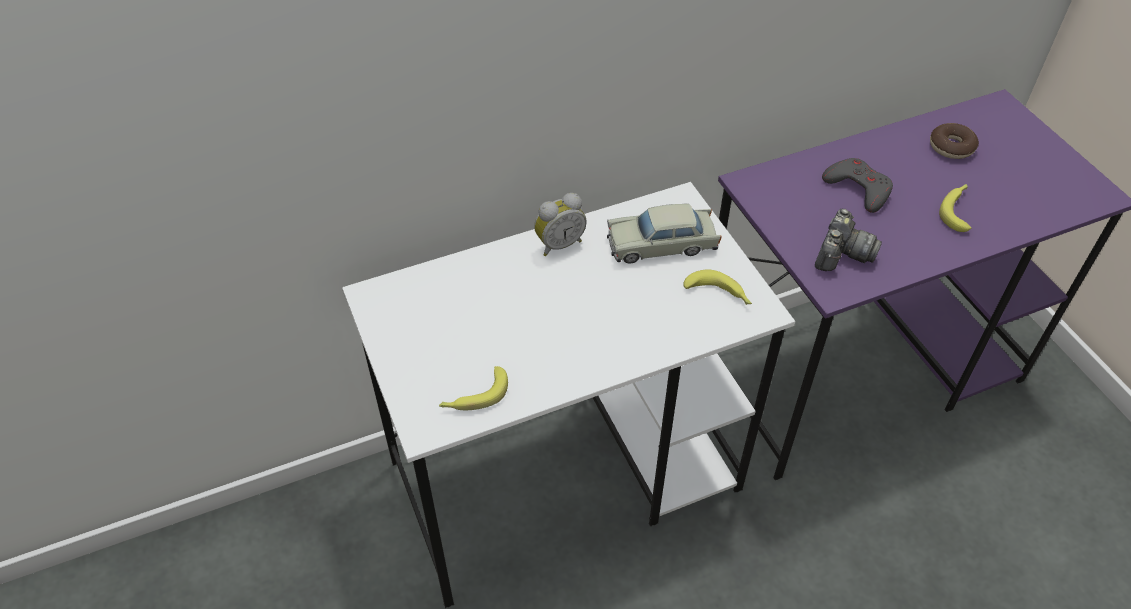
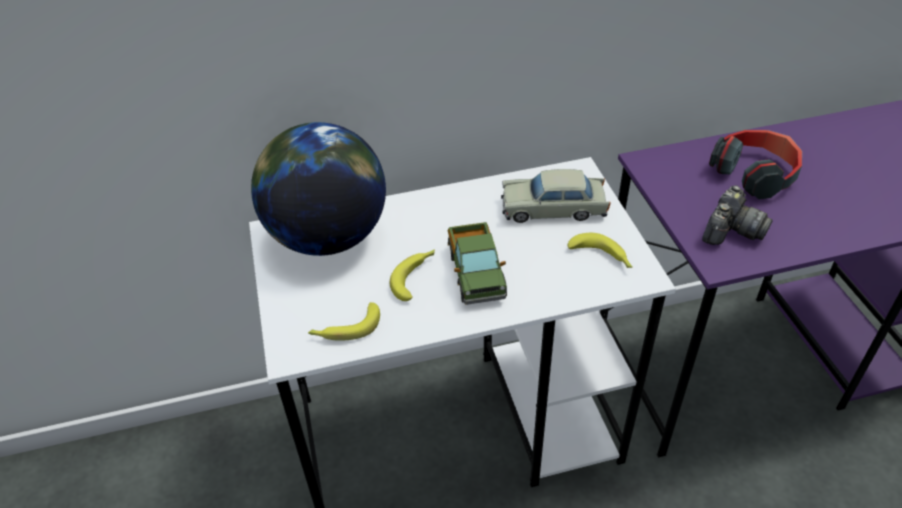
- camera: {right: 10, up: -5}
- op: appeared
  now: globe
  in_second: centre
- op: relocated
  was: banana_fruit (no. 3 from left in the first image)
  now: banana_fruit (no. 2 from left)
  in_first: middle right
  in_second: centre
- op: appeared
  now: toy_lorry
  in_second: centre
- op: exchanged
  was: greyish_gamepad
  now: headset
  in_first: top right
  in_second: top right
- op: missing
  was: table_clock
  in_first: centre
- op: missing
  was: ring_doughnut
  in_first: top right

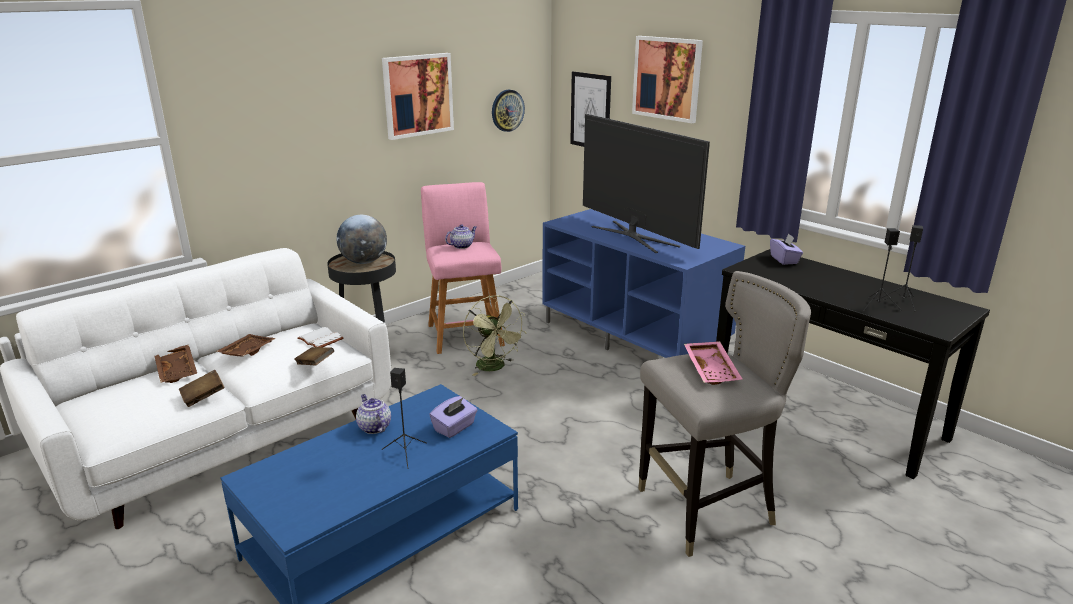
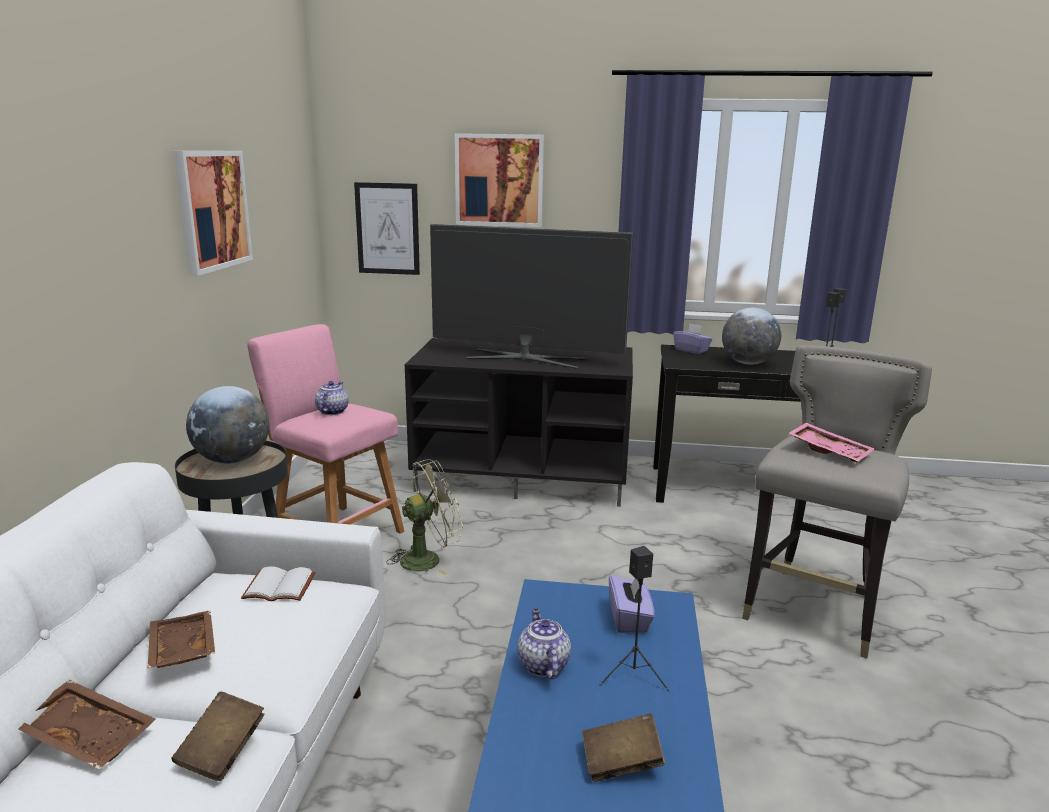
- camera: {right: -40, up: -5}
- op: spun
  was: green_cooling_fan
  in_first: centre
  in_second: centre
  clockwise: -45
- op: colour
  was: blue-coloured_media_console
  now: black-coloured_media_console
  in_first: centre
  in_second: centre
- op: spun
  was: tea_pot (no. 1 from left in the first image)
  in_first: bottom centre
  in_second: bottom centre
  clockwise: 60
- op: relocated
  was: brown-coloured_bound_book (no. 2 from left)
  in_first: middle left
  in_second: bottom centre
- op: appeared
  now: globe (no. 2 from left)
  in_second: middle right
- op: missing
  was: hanging_clock
  in_first: top centre

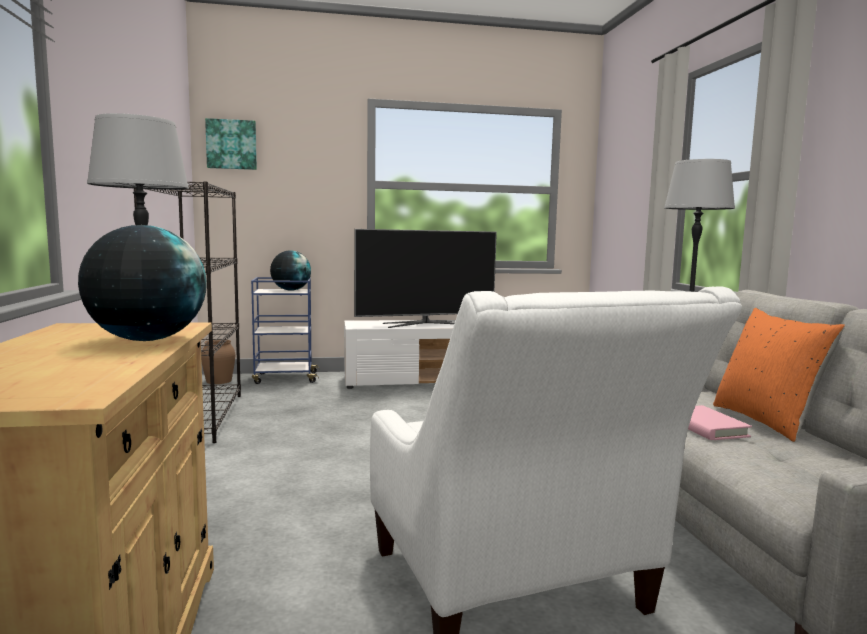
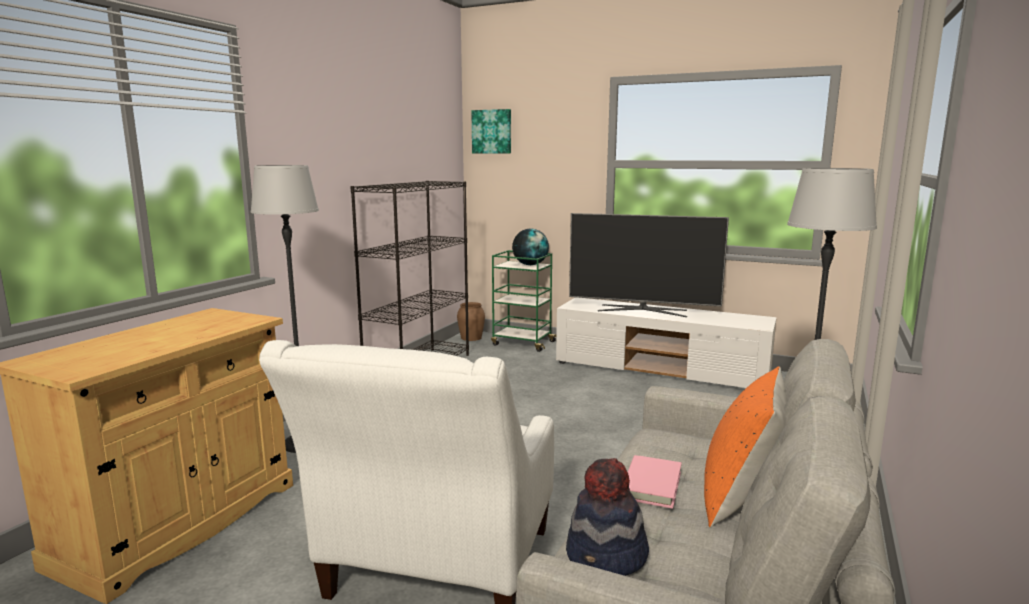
- camera: {right: 35, up: 5}
- op: colour
  was: blue-coloured_trolley
  now: green_trolley
  in_first: middle left
  in_second: centre
- op: appeared
  now: wearable_hat
  in_second: bottom centre
- op: missing
  was: globe (no. 1 from left)
  in_first: middle left

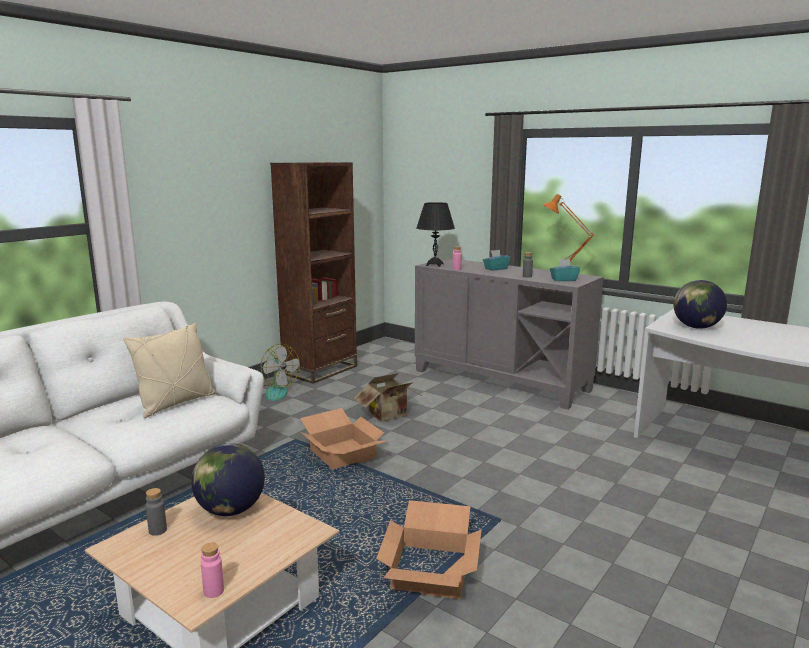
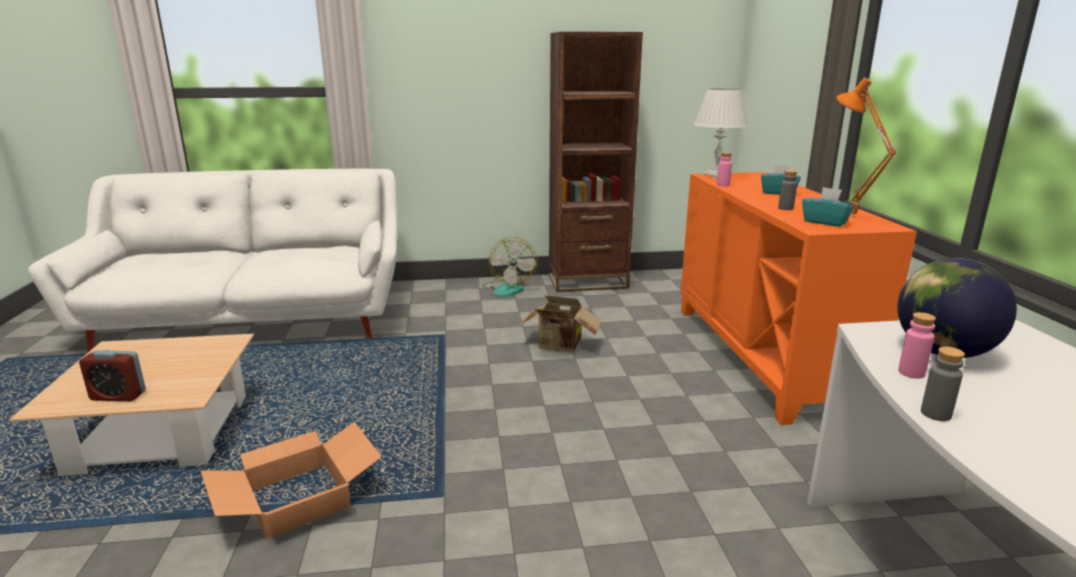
- camera: {right: 45, up: 5}
- op: appeared
  now: table_clock
  in_second: middle left
- op: colour
  was: greyish_storage_cabinet
  now: orange_storage_cabinet
  in_first: centre
  in_second: middle right
- op: colour
  was: black-coloured_lamp_for_a_table
  now: white_lamp_for_a_table
  in_first: centre
  in_second: top right
- op: relocated
  was: pink_beverage_bottle (no. 1 from left in the first image)
  now: pink_beverage_bottle (no. 2 from left)
  in_first: bottom left
  in_second: middle right
- op: relocated
  was: greyish_beverage_bottle (no. 1 from left in the first image)
  now: greyish_beverage_bottle (no. 2 from left)
  in_first: bottom left
  in_second: middle right
- op: missing
  was: beige_cushion
  in_first: middle left
- op: missing
  was: globe (no. 1 from left)
  in_first: bottom left
- op: missing
  was: packing_box (no. 1 from left)
  in_first: bottom centre

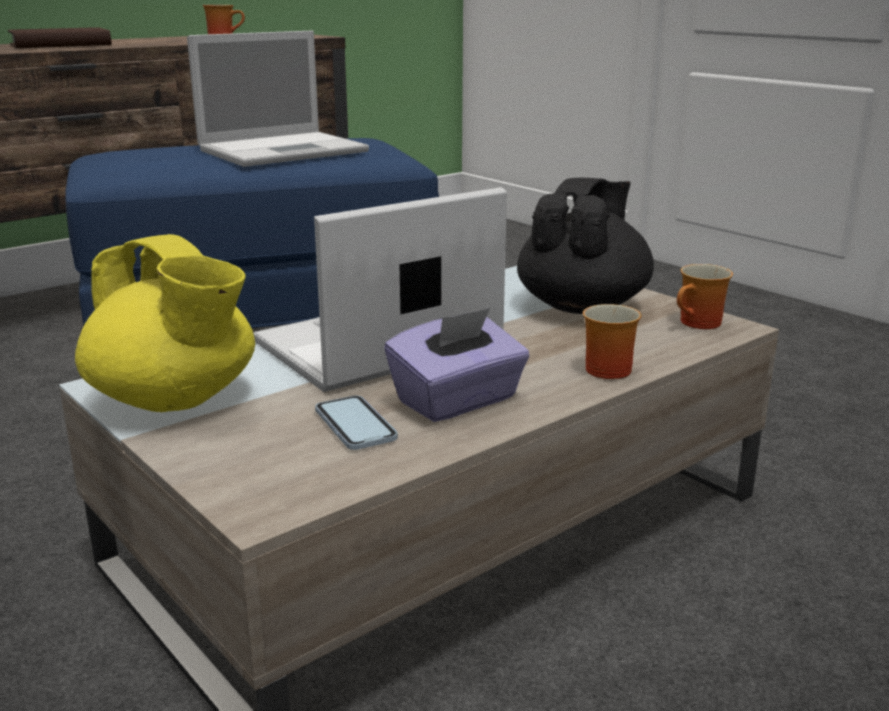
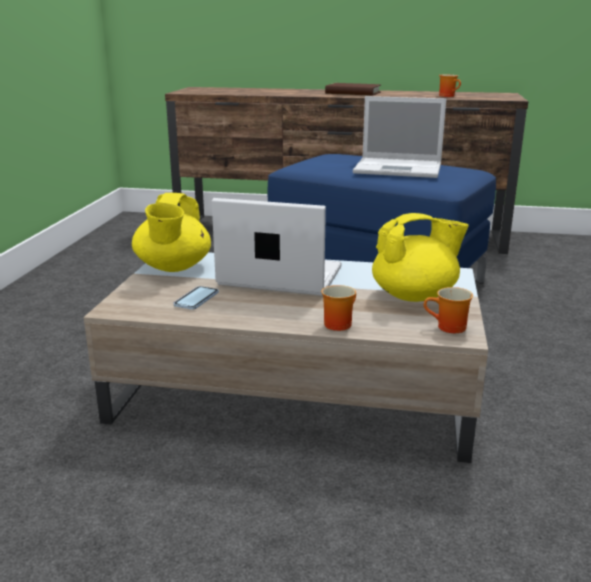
- camera: {right: 50, up: 0}
- op: colour
  was: black-coloured_tea_pot
  now: yellow-coloured_tea_pot (no. 2 from left)
  in_first: centre
  in_second: middle right
- op: missing
  was: purplish_tissue_box
  in_first: centre

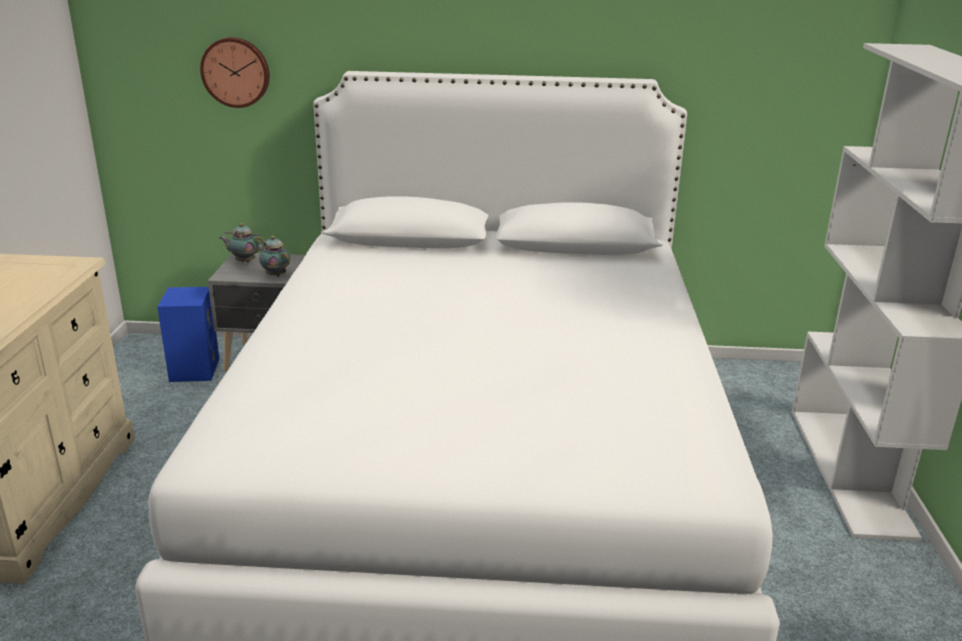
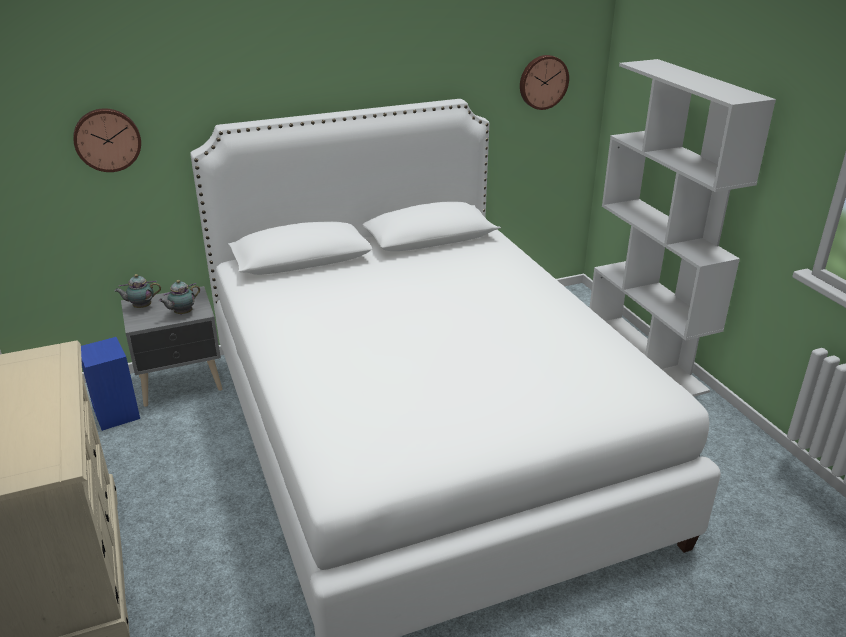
- camera: {right: -25, up: 5}
- op: spun
  was: tea_pot (no. 2 from left)
  in_first: middle left
  in_second: middle left
  clockwise: -60
- op: appeared
  now: hanging_clock (no. 2 from left)
  in_second: top centre

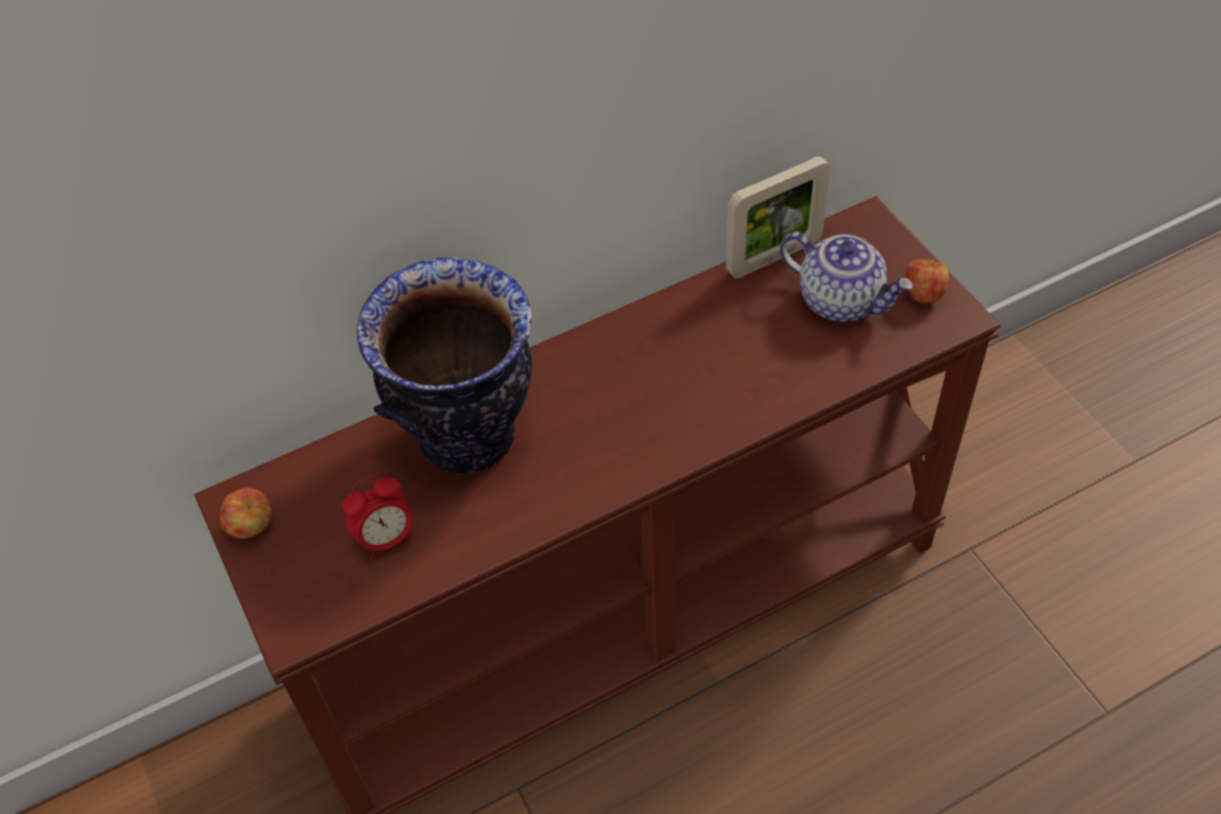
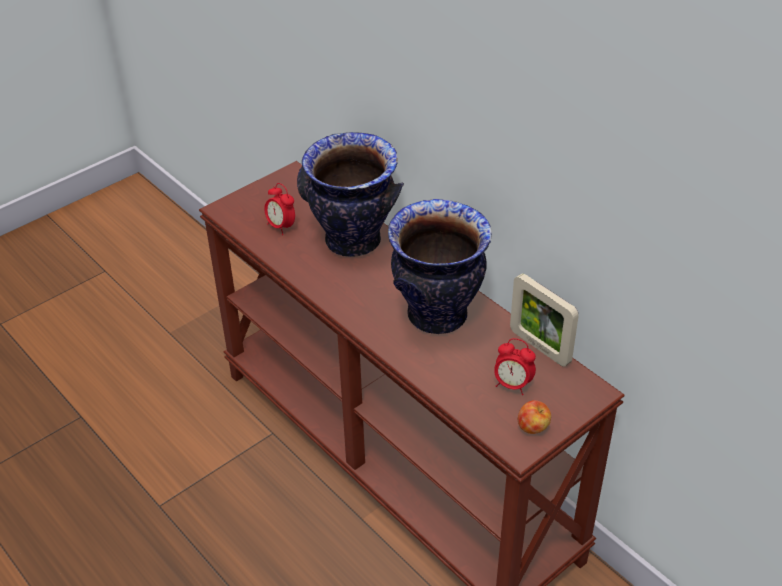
- camera: {right: 75, up: -10}
- op: appeared
  now: flower_vase (no. 2 from left)
  in_second: centre
- op: exchanged
  was: tea_pot
  now: table_clock (no. 2 from left)
  in_first: middle right
  in_second: centre
- op: missing
  was: apple (no. 1 from left)
  in_first: middle left

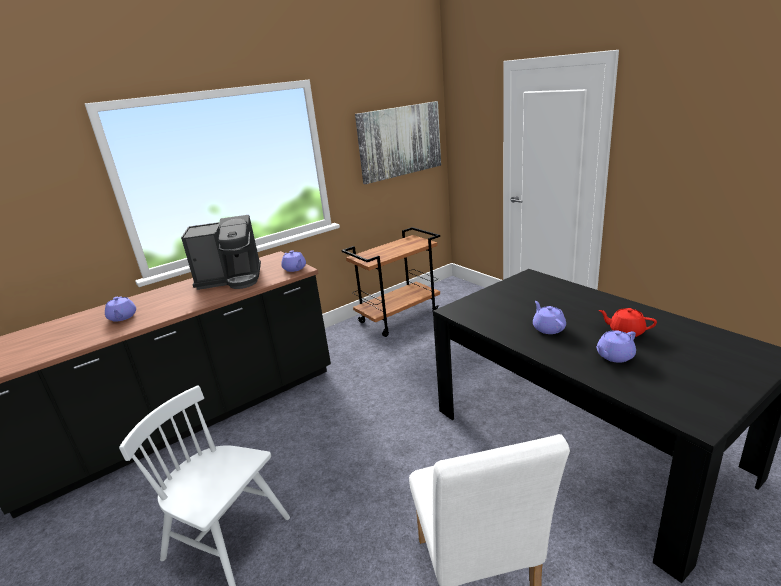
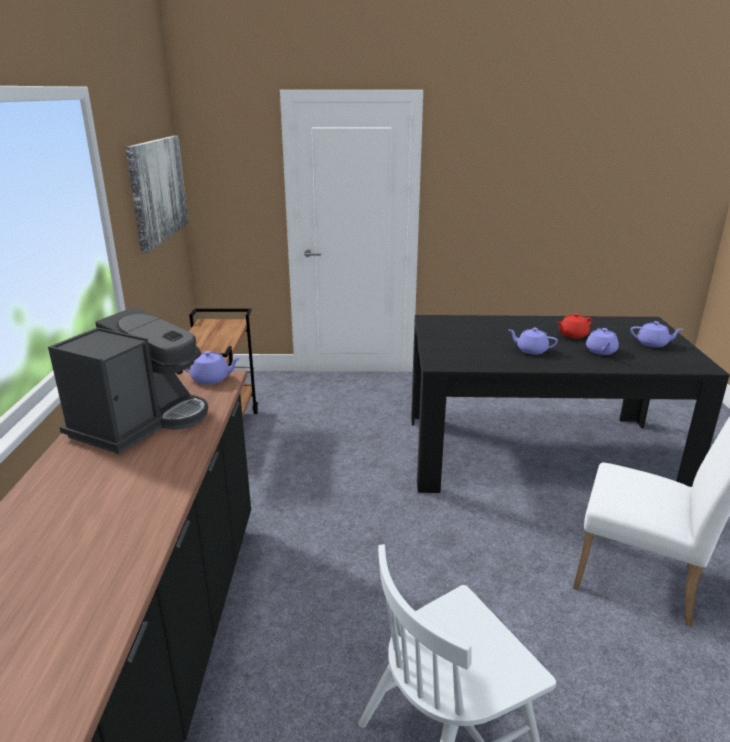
- camera: {right: -55, up: 0}
- op: relocated
  was: purplish_tea_pot (no. 1 from left in the first image)
  now: purplish_tea_pot (no. 4 from left)
  in_first: middle left
  in_second: middle right

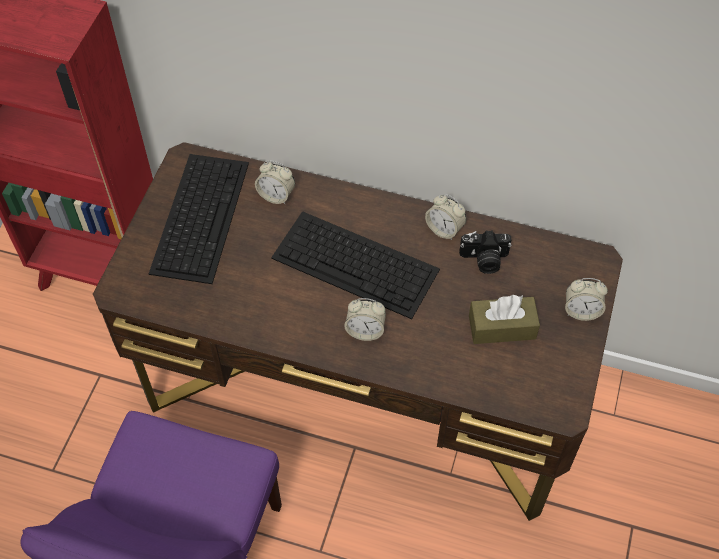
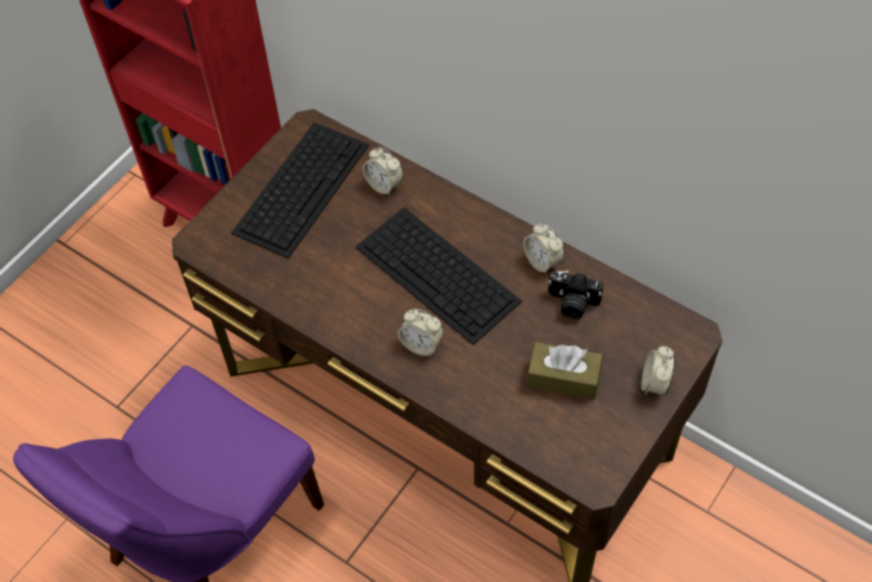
- camera: {right: 20, up: 0}
- op: spun
  was: table_clock (no. 4 from left)
  in_first: middle right
  in_second: middle right
  clockwise: 75

